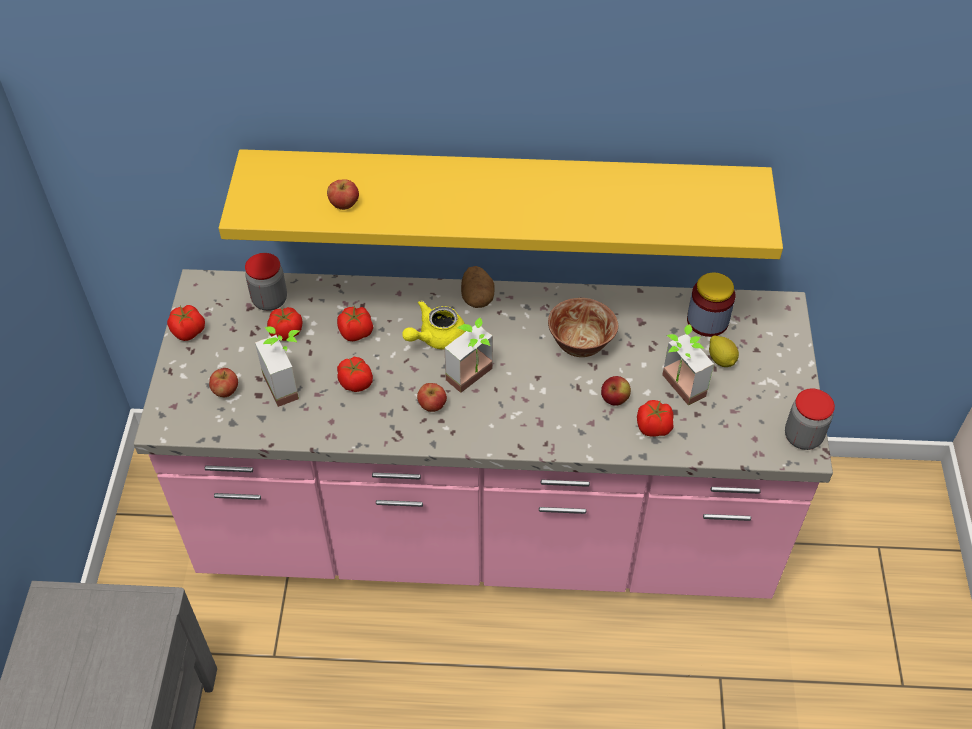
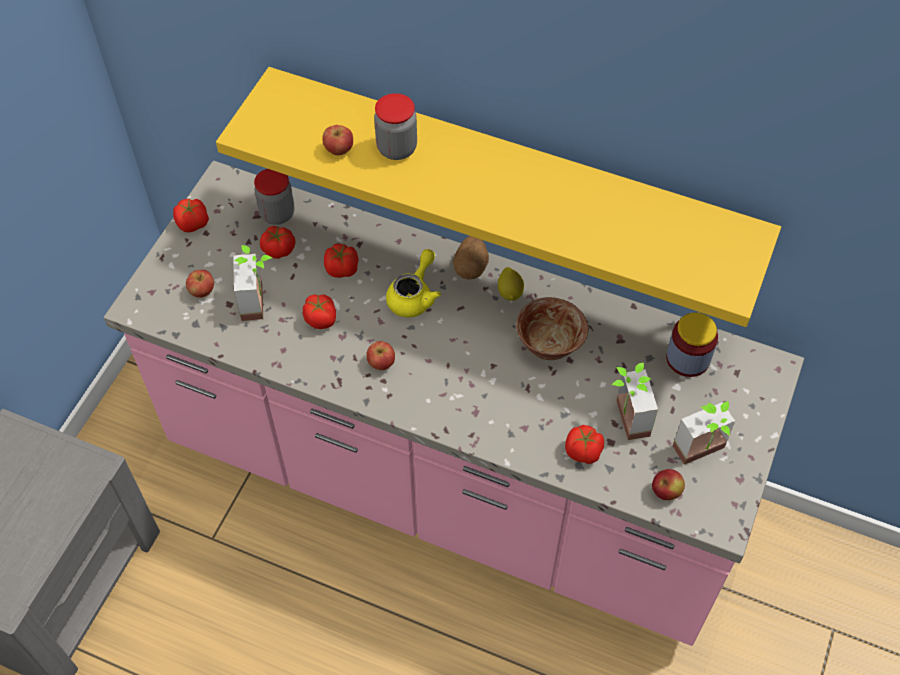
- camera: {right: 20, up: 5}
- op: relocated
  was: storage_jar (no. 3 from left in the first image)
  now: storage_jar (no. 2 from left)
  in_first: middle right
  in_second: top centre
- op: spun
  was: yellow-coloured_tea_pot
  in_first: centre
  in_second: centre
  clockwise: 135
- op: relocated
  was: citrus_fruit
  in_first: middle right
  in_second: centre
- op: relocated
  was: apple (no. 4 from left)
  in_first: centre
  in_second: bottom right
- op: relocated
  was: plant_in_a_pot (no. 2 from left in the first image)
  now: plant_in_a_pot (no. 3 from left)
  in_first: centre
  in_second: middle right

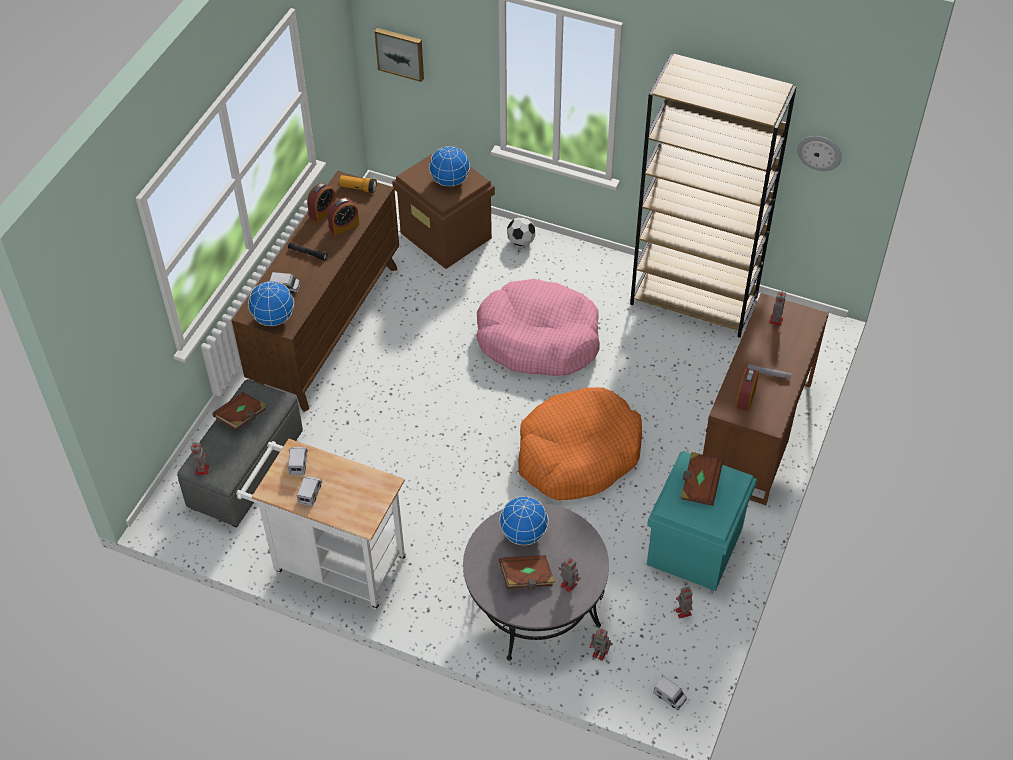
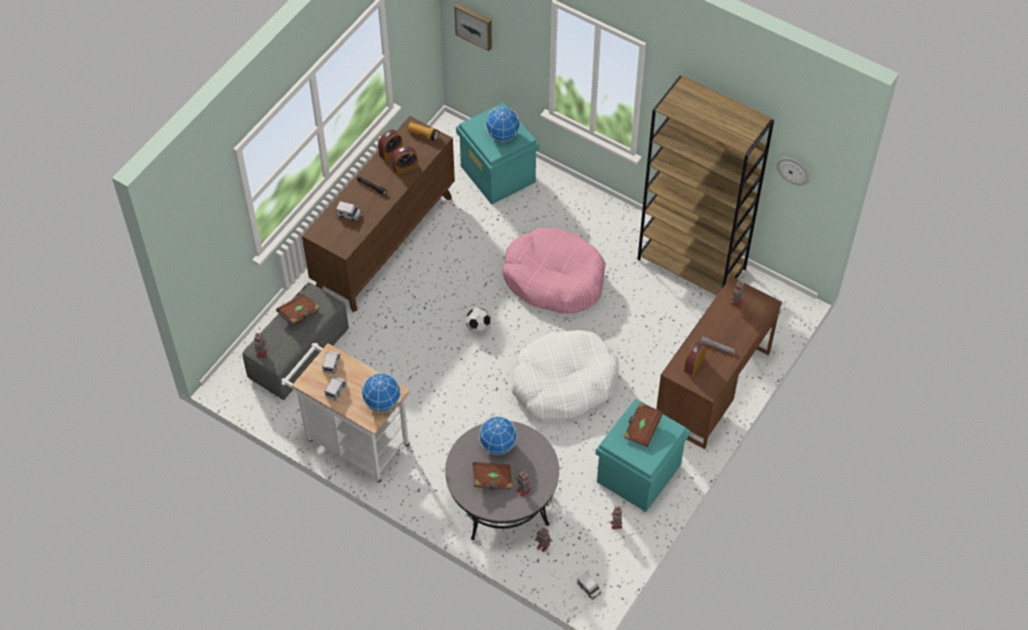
- camera: {right: 10, up: 5}
- op: relocated
  was: globe (no. 1 from left)
  in_first: middle left
  in_second: centre
- op: colour
  was: brown-coloured_storage_bin
  now: blue-green_storage_bin (no. 1 from left)
  in_first: top centre
  in_second: top centre
- op: relocated
  was: football
  in_first: top centre
  in_second: centre
- op: colour
  was: orange_dog_cushion
  now: white_dog_cushion
  in_first: centre
  in_second: centre

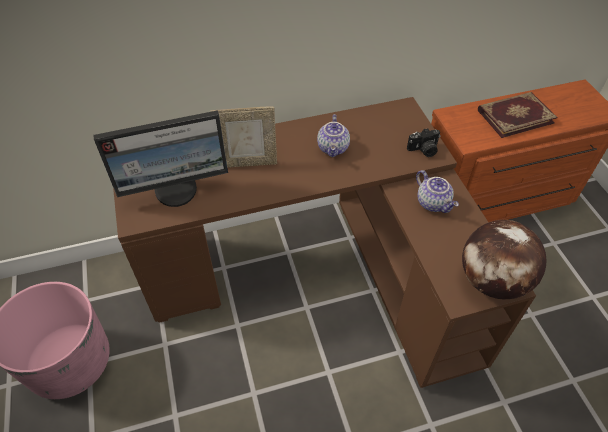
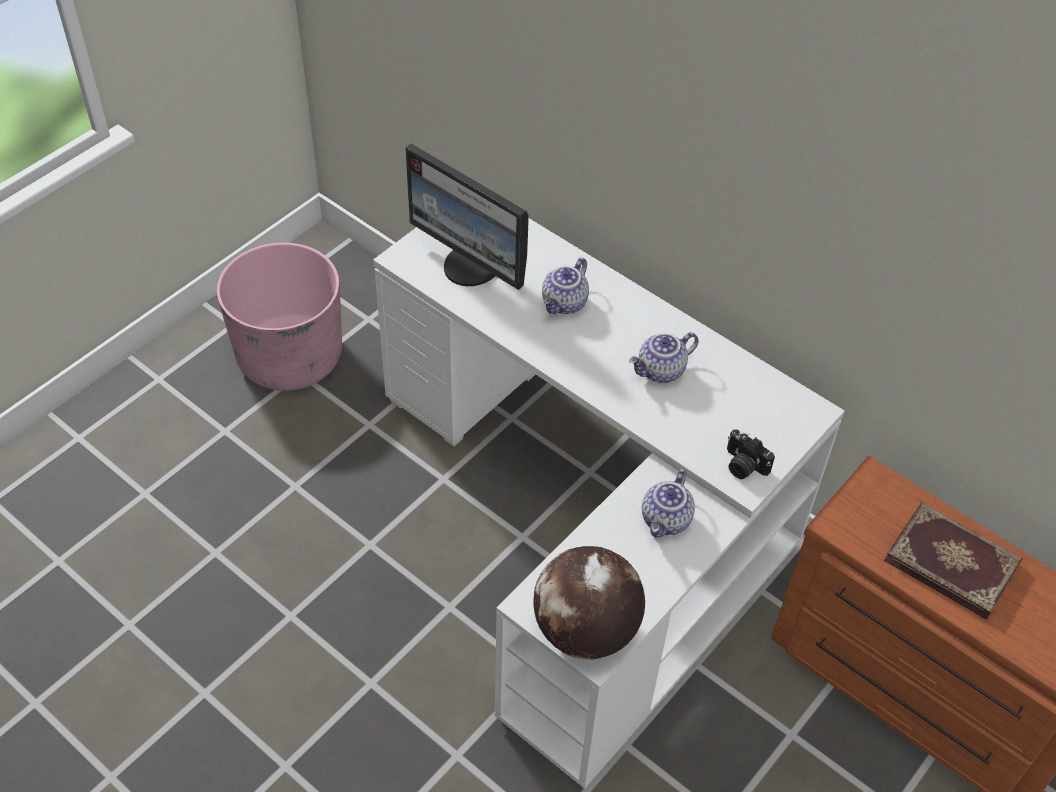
- camera: {right: 55, up: 0}
- op: colour
  was: brown-coloured_desk_table
  now: white_desk_table
  in_first: centre
  in_second: centre
- op: exchanged
  was: standing_frame
  now: tea_pot (no. 1 from left)
  in_first: top centre
  in_second: centre

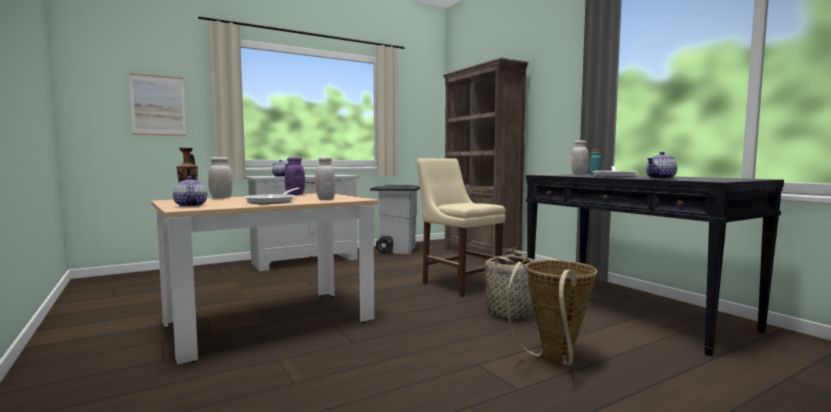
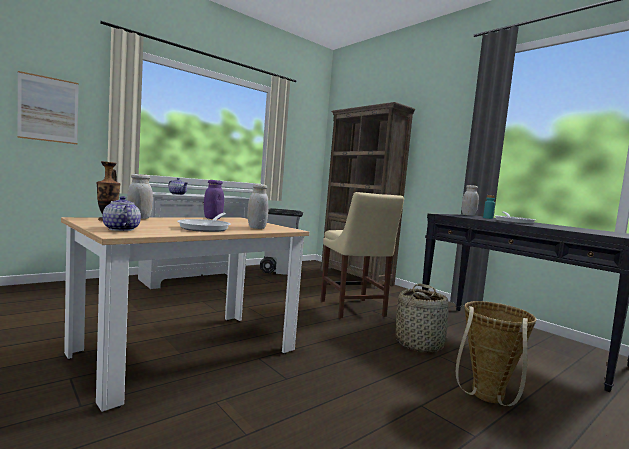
- camera: {right: -10, up: 0}
- op: spun
  was: beige_plain_chair
  in_first: centre
  in_second: centre
  clockwise: -150
- op: missing
  was: tea_pot (no. 3 from left)
  in_first: middle right

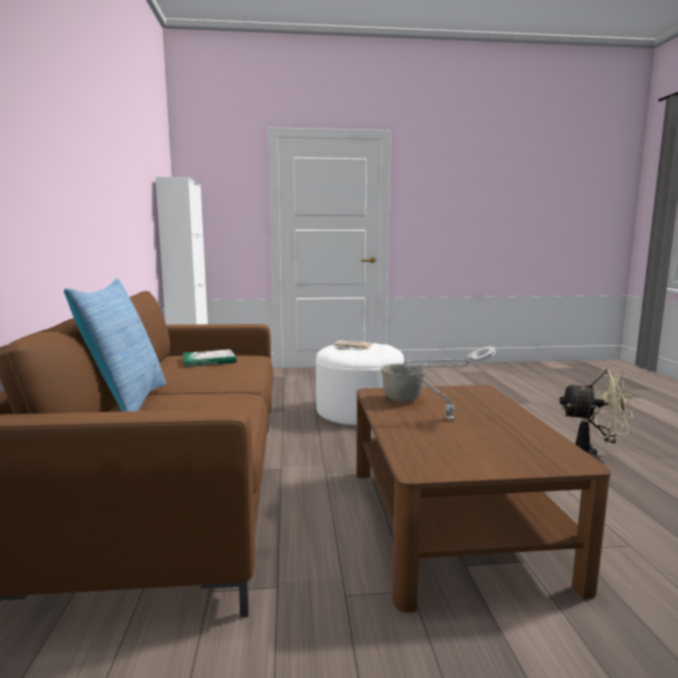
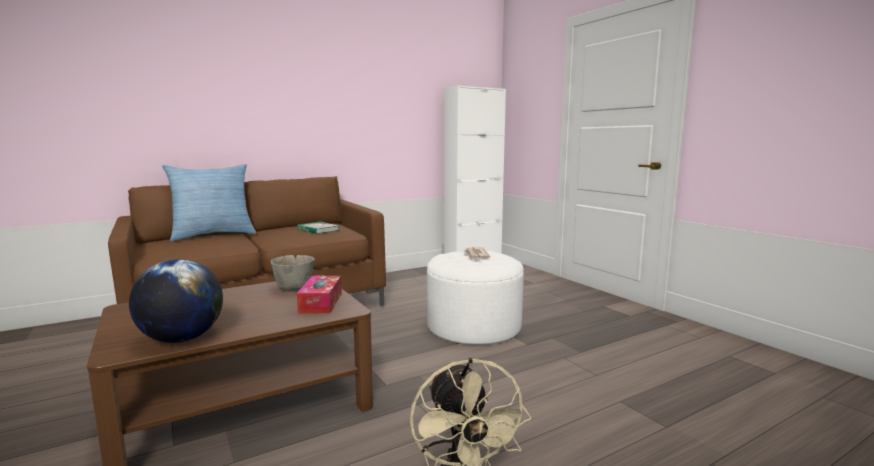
- camera: {right: 65, up: 0}
- op: appeared
  now: globe
  in_second: middle left
- op: appeared
  now: tissue_box
  in_second: centre
- op: missing
  was: greyish_lamp_for_a_table
  in_first: centre

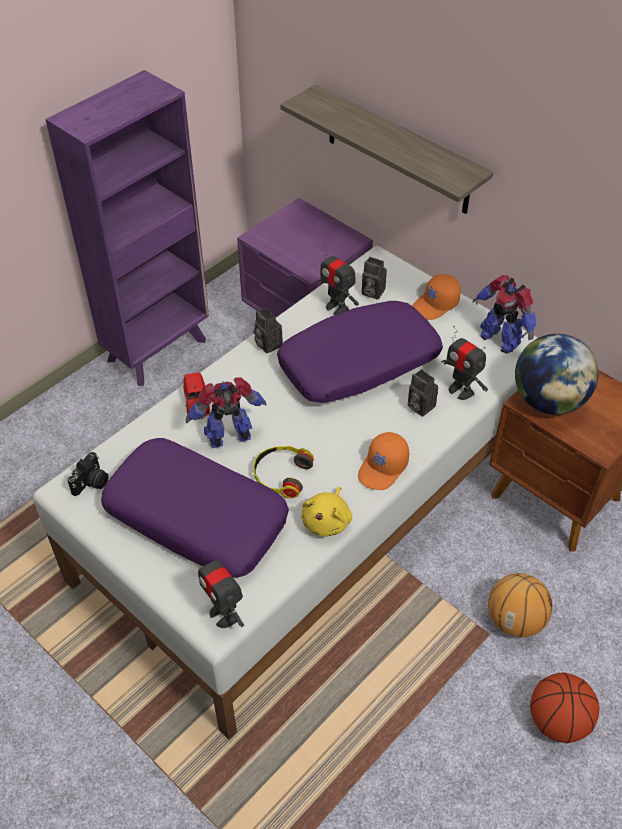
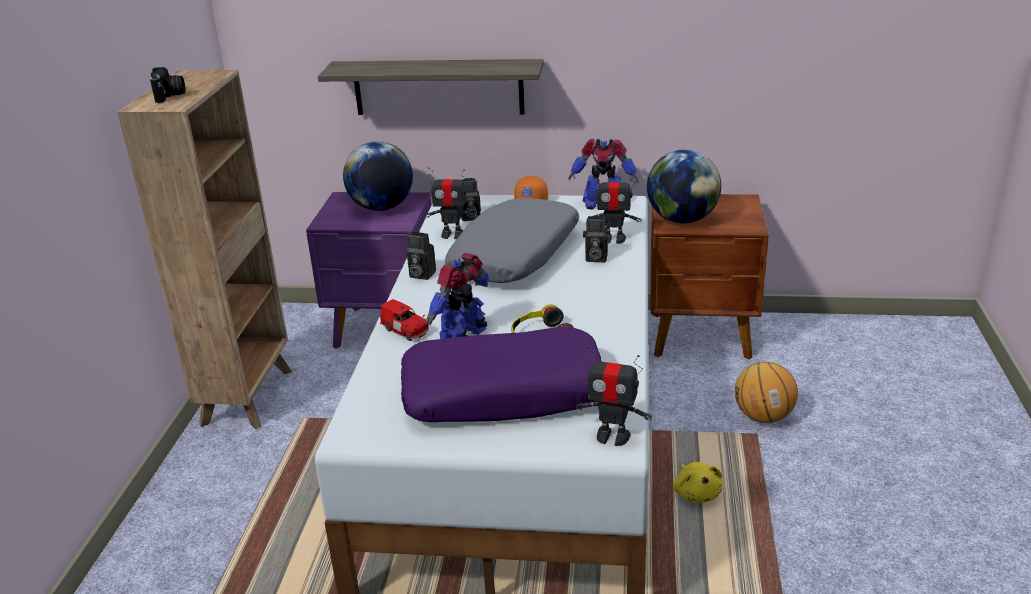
- camera: {right: -35, up: -20}
- op: colour
  was: purplish_bookshelf
  now: brown-coloured_bookshelf
  in_first: top left
  in_second: middle left
- op: relocated
  was: still_camera (no. 1 from left)
  in_first: middle left
  in_second: top left
- op: appeared
  now: globe (no. 1 from left)
  in_second: top centre
- op: colour
  was: purplish_cushion (no. 2 from left)
  now: greyish_cushion
  in_first: centre
  in_second: centre
- op: relocated
  was: yellow-coloured_soft_toy
  in_first: centre
  in_second: bottom right
- op: missing
  was: orange_cap (no. 1 from left)
  in_first: centre
- op: missing
  was: basketball (no. 2 from left)
  in_first: bottom right

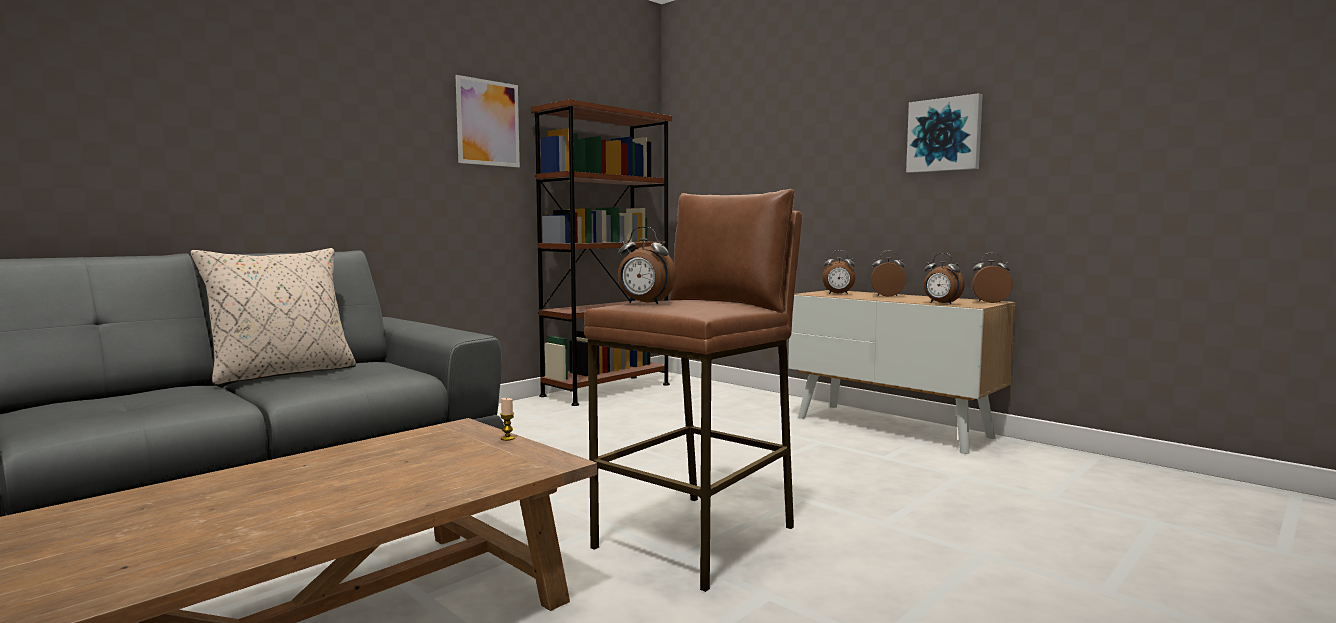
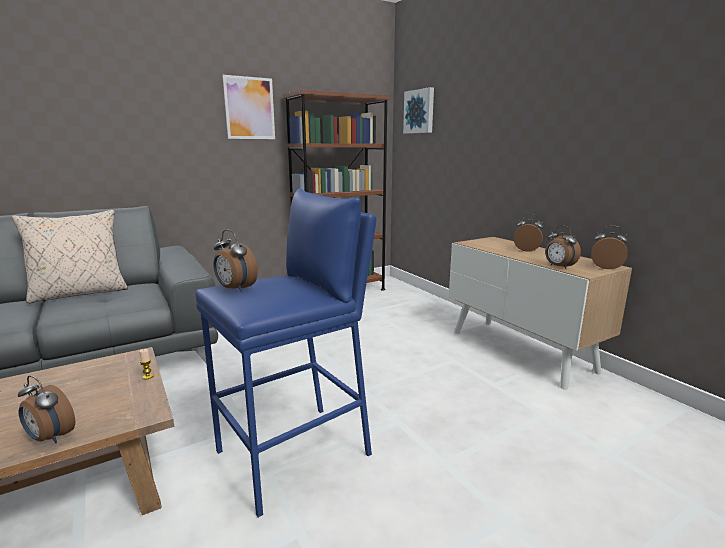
- camera: {right: 15, up: 10}
- op: relocated
  was: table_clock (no. 2 from left in the first image)
  now: table_clock (no. 1 from left)
  in_first: centre
  in_second: bottom left
- op: colour
  was: brown-coloured_stool
  now: blue-coloured_stool
  in_first: centre
  in_second: centre
- op: relocated
  was: picture (no. 2 from left)
  in_first: top right
  in_second: top centre

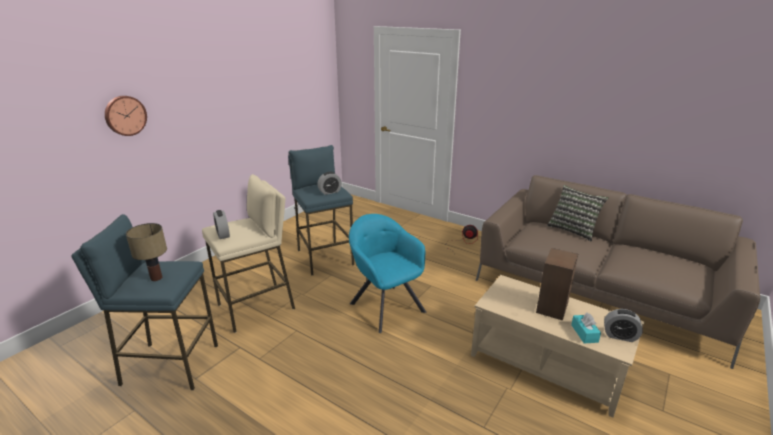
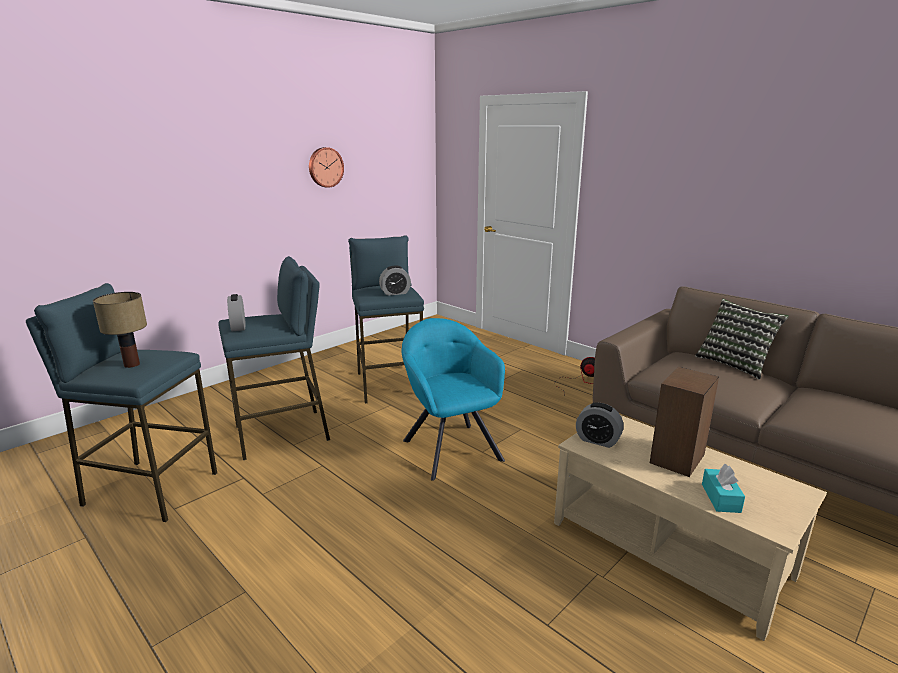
- camera: {right: 10, up: -5}
- op: colour
  was: beige_stool
  now: blue-coloured_stool (no. 2 from left)
  in_first: middle left
  in_second: middle left
- op: relocated
  was: hanging_clock
  in_first: top left
  in_second: top centre
- op: relocated
  was: table_clock (no. 3 from left)
  in_first: bottom right
  in_second: middle right

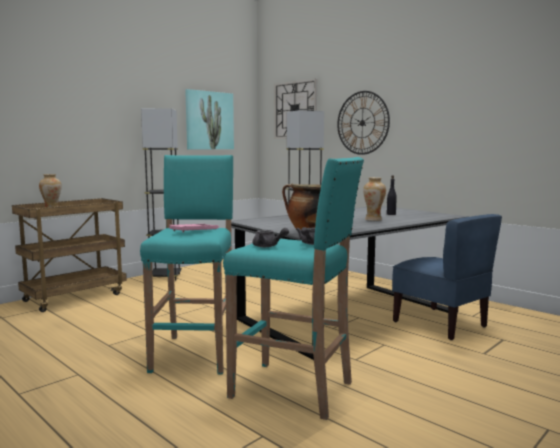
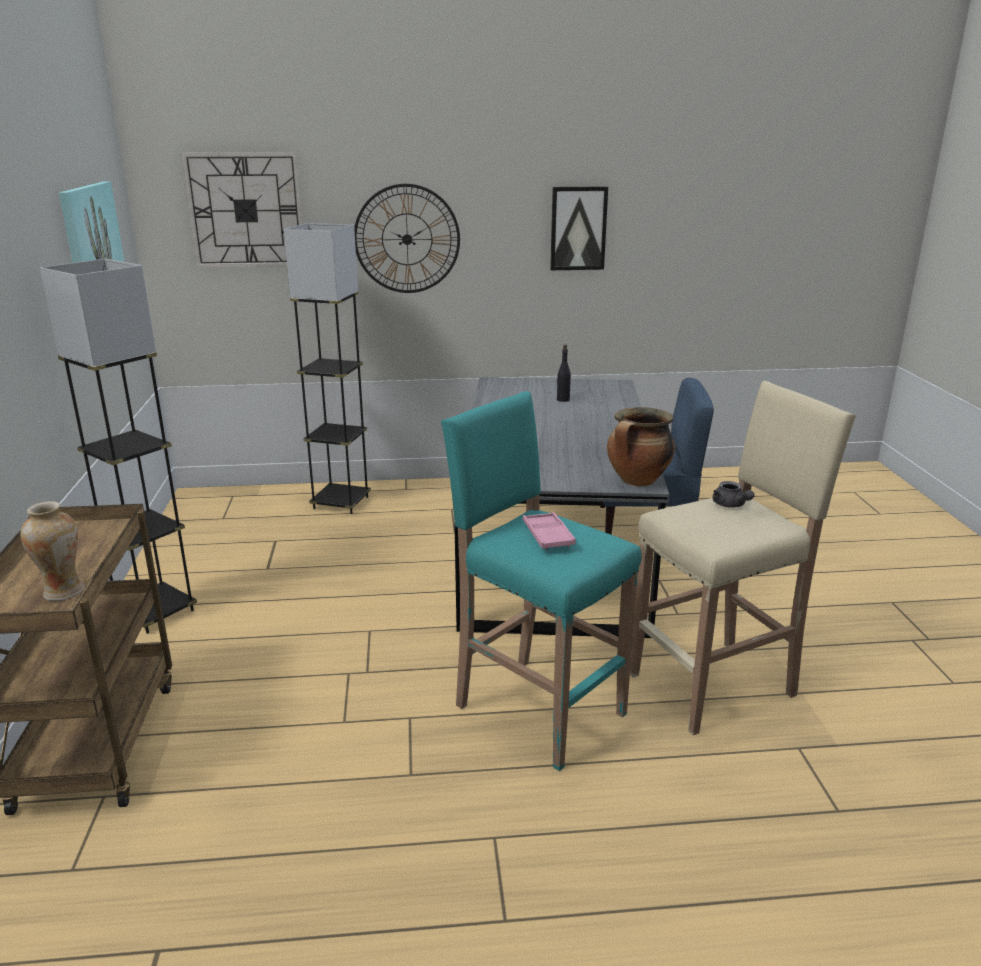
- camera: {right: -50, up: 15}
- op: appeared
  now: picture (no. 2 from left)
  in_second: top centre
- op: colour
  was: blue-green_stool (no. 2 from left)
  now: beige_stool
  in_first: centre
  in_second: middle right
- op: missing
  was: greyish_tea_pot (no. 1 from left)
  in_first: centre
- op: missing
  was: flower_vase (no. 2 from left)
  in_first: middle right

